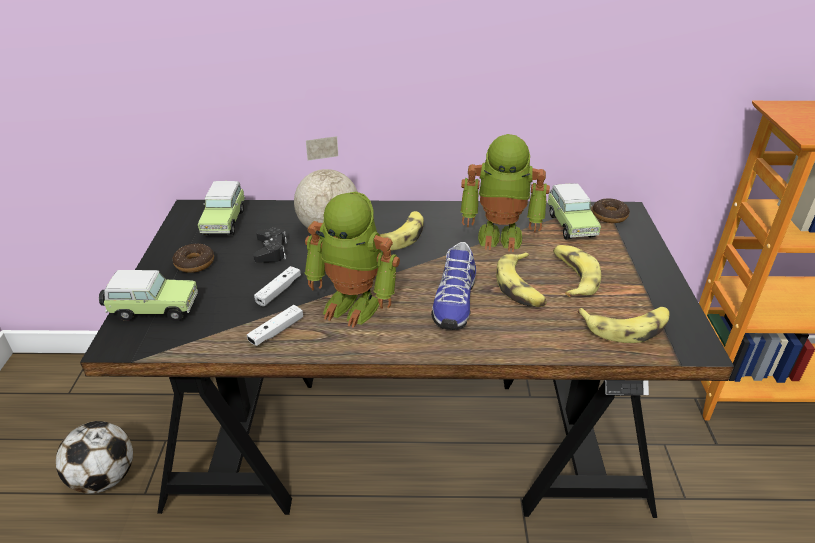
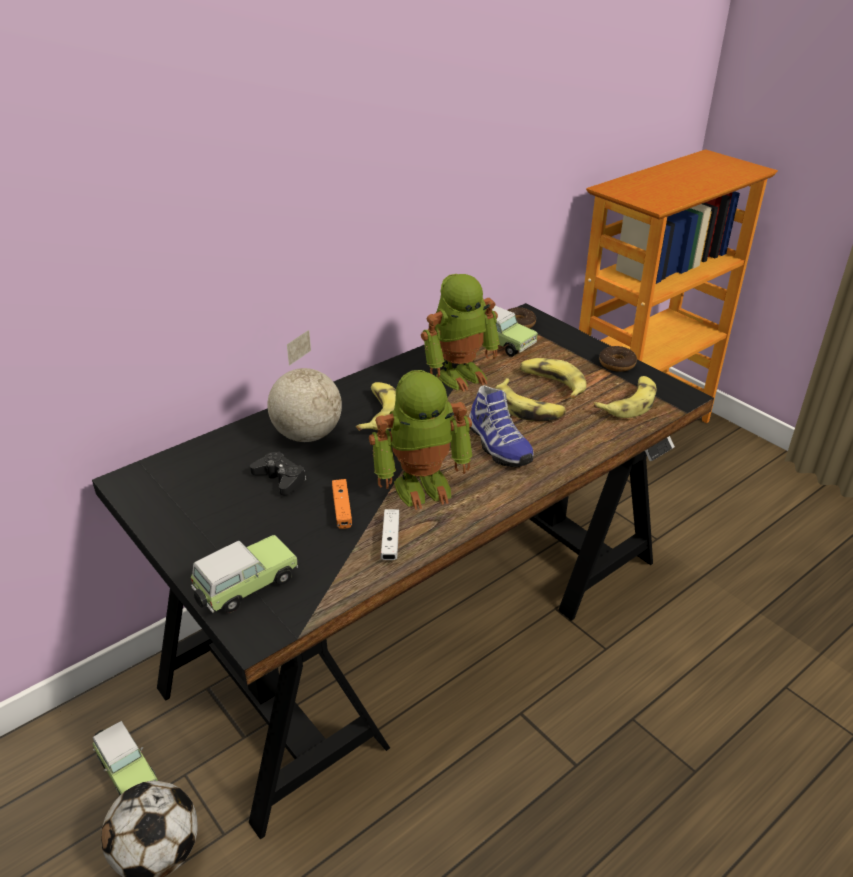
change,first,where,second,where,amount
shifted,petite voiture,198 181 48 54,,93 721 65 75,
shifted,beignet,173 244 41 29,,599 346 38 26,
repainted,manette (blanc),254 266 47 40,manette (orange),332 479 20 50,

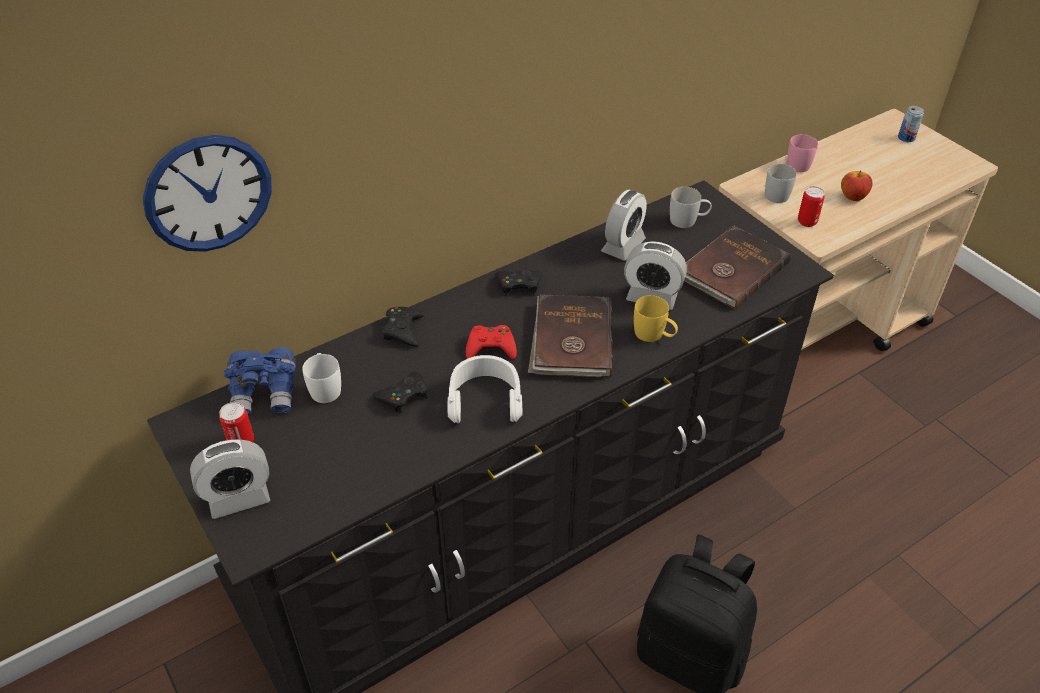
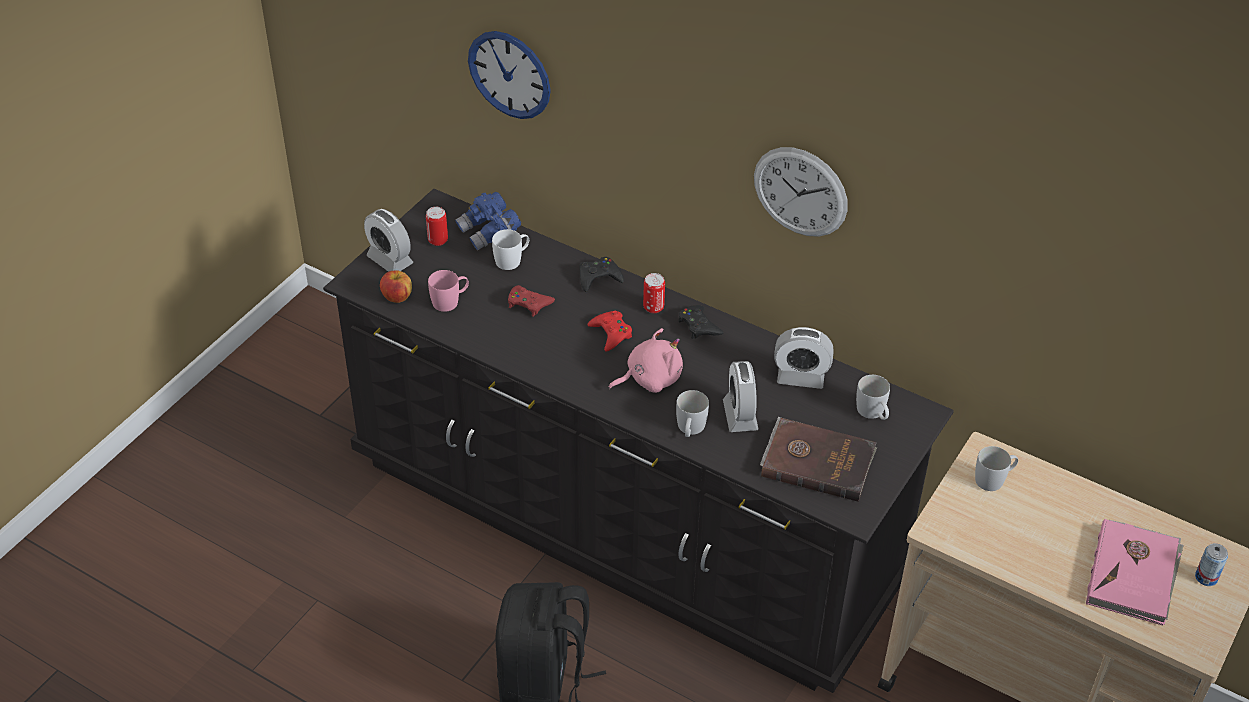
change,first,where,second,where,amount
shifted,mug (rose),787 134 31 38,,428 270 41 42,
shifted,pomme,841 170 32 31,,380 270 32 33,
shifted,boîte métallique,798 186 27 41,,643 273 22 40,
swapped,livre (marron),528 294 85 84,peluche (rose),608 328 75 65,
repainted,mug (jaune),634 295 44 47,mug (blanc),676 390 33 47,
gone,casque audio (blanc),447 355 75 68,,,
repainted,manette (noir),372 372 56 42,manette (rouge),508 285 47 32,
new,,,horloge murale,754 147 94 90,
new,,,livre (rose),1086 519 98 106,

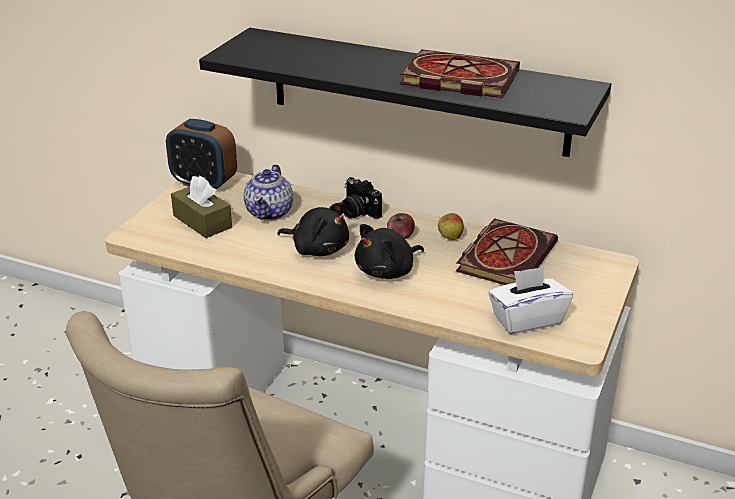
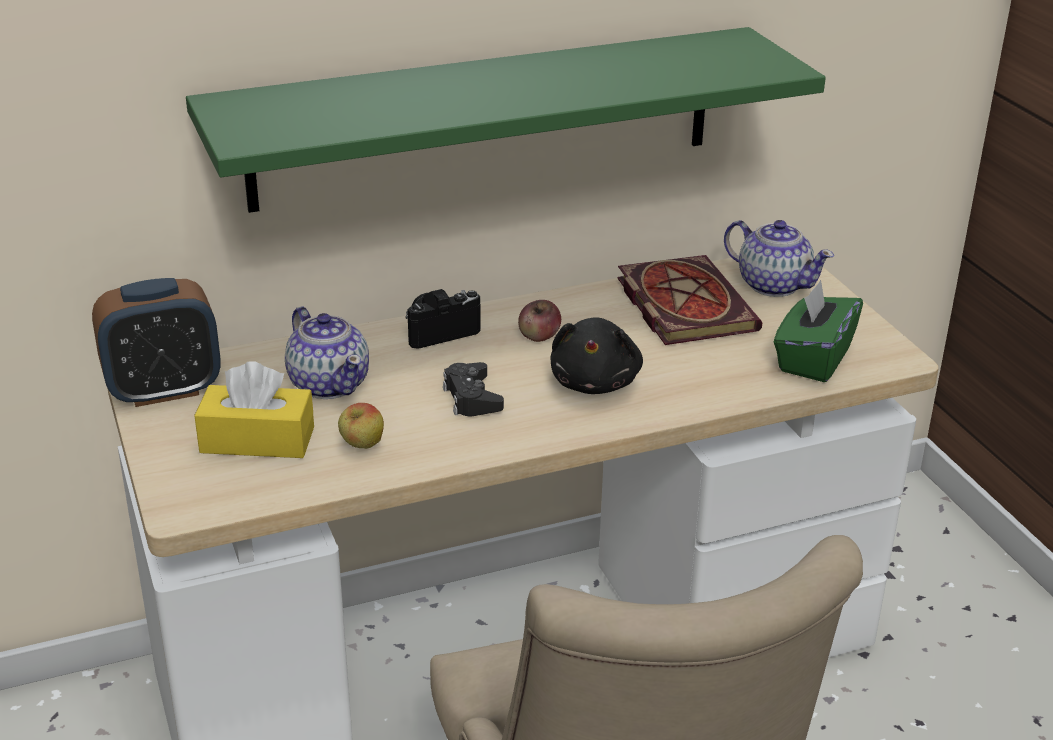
change,first,where,second,where,amount
repainted,étagère (noir),199 28 412 129,étagère (vert),186 27 640 186,
gone,livre,400 49 120 49,,,
repainted,boîte à mouchoirs (marron),171 176 61 62,boîte à mouchoirs (jaune),194 361 120 97,
rotated,appareil photo,342 177 40 42,,406 289 75 60,150 degrees clockwise
swapped,peluche (noir),277 202 72 54,manette (noir),443 362 61 54,
shifted,pomme,438 213 26 27,,338 403 46 46,
repainted,boîte à mouchoirs (blanc),488 266 85 68,boîte à mouchoirs (vert),774 280 89 102,
new,,,théière,724 220 110 77,

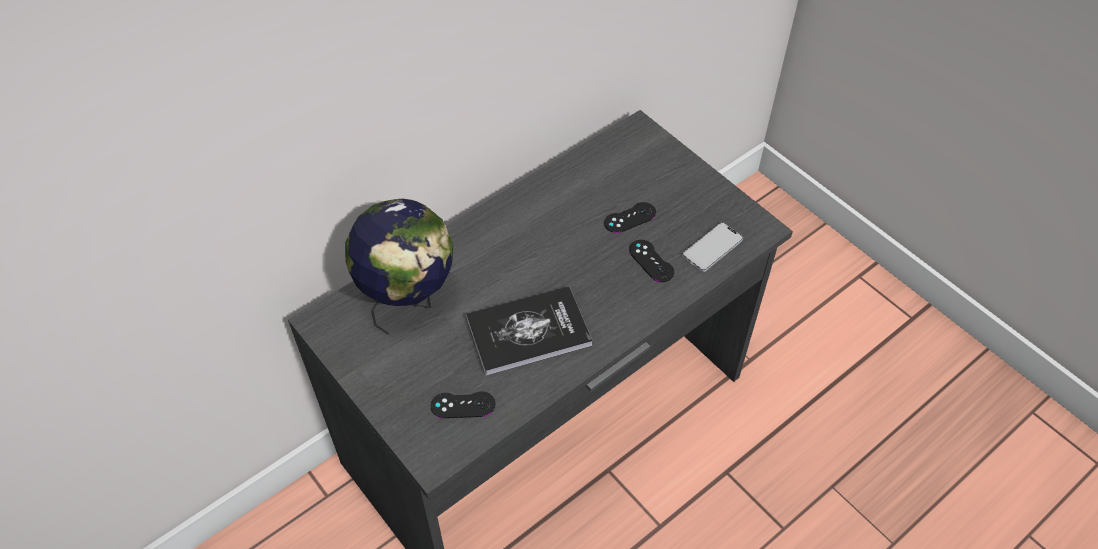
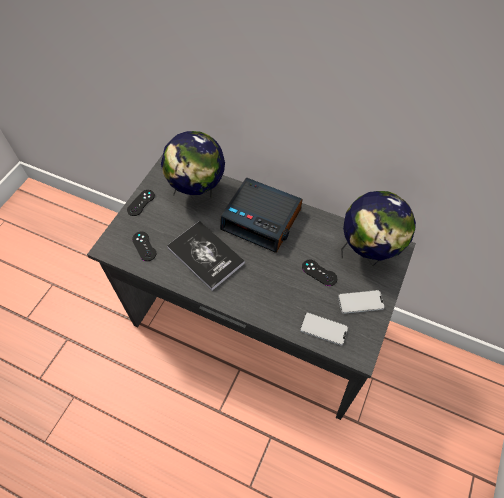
change,first,where,second,where,amount
shifted,manette (noir),629 240 45 42,,127 190 28 26,
new,,,réveil,220 177 83 76,
new,,,globe,341 191 75 75,
new,,,téléphone,338 290 47 24,

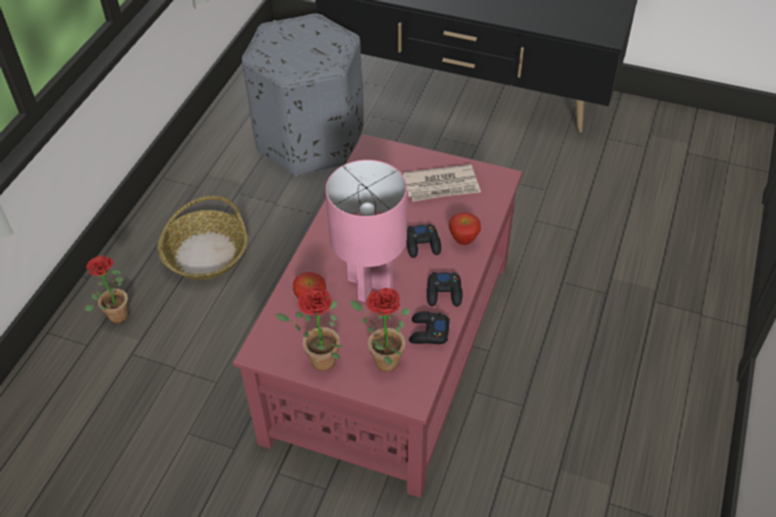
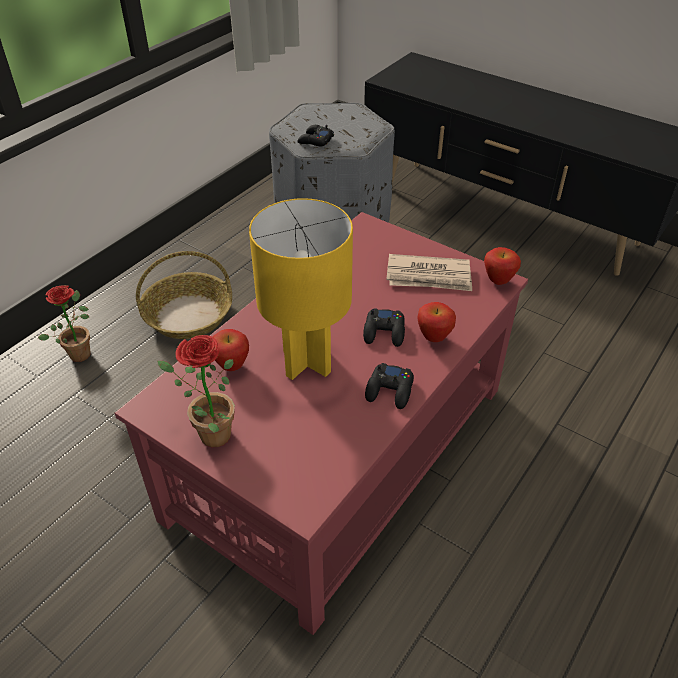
change,first,where,second,where,amount
repainted,lampe de table (rose),325 160 82 142,lampe de table (jaune),249 198 104 182,
gone,plante en pot,350 288 60 84,,,
shifted,manette (noir),409 311 41 33,,297 125 37 21,
new,,,pomme,484 247 37 38,

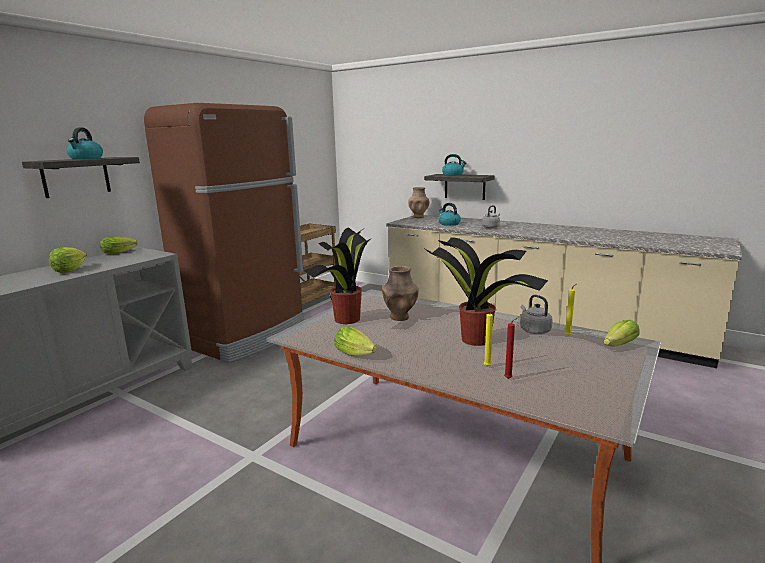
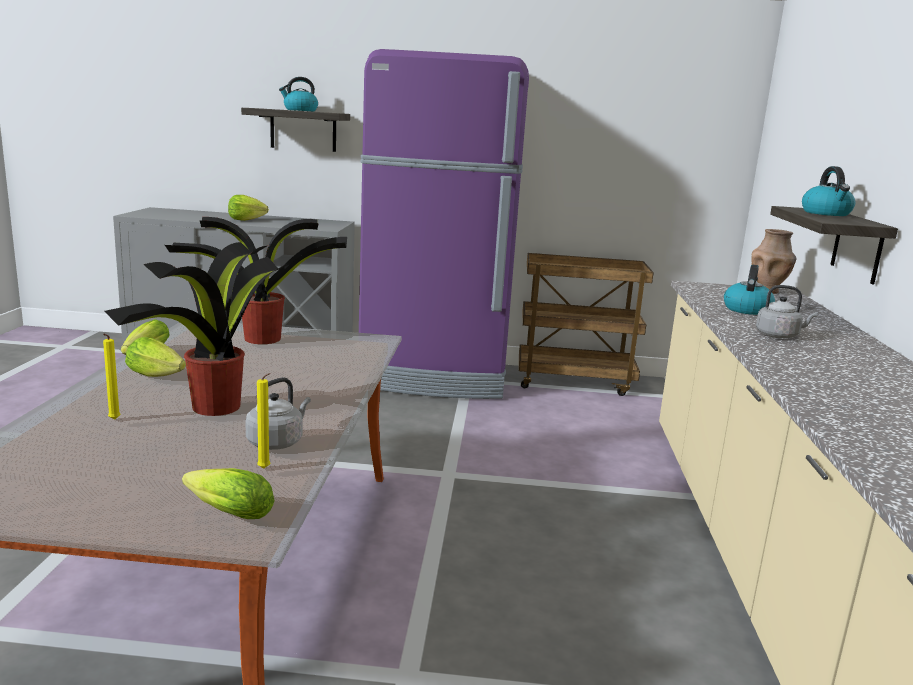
change,first,where,second,where,amount
repainted,réfrigérateur (marron),144 103 160 260,réfrigérateur (violet),359 49 170 350,
shifted,laitue,100 236 37 18,,125 337 61 40,
gone,vase (marron),382 266 37 55,,,
gone,bougie (rouge),504 317 14 62,,,

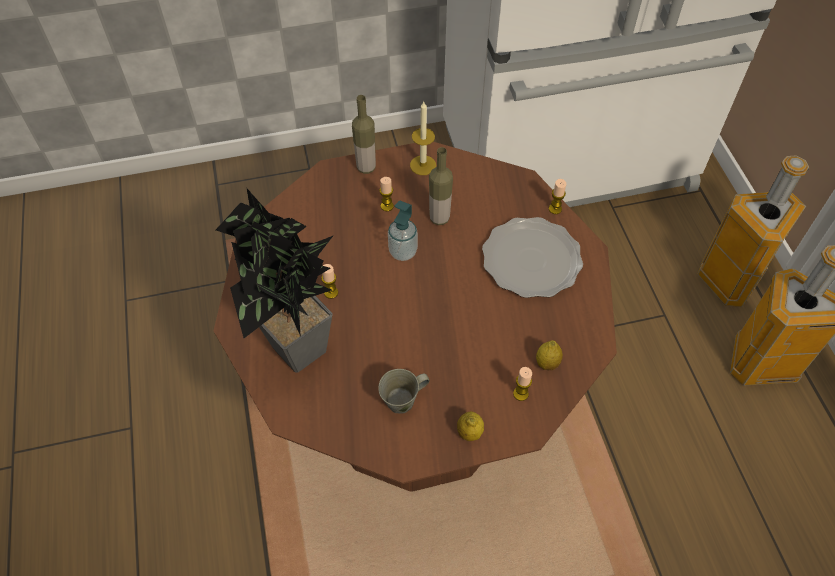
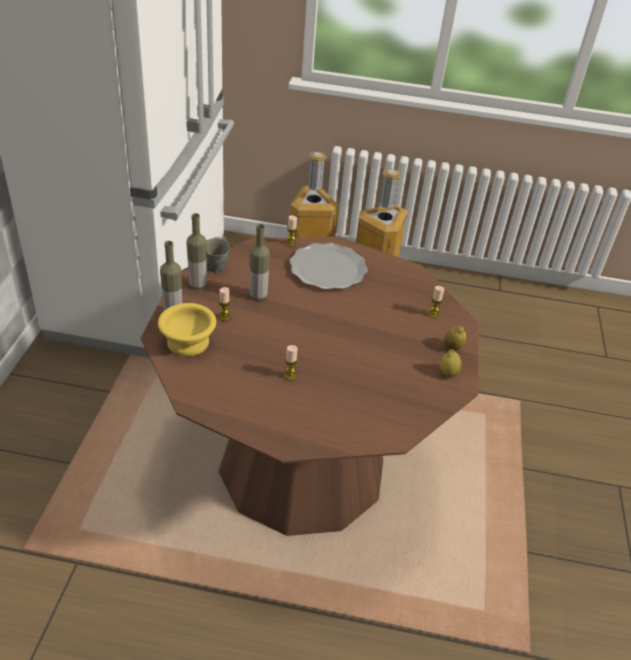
change,first,where,second,where,amount
swapped,bougie,410 102 26 73,bouteille,186 213 21 76,
gone,plante en pot,216 189 118 183,,,
gone,distributeur de savon,388 200 30 61,,,
shifted,citron,536 340 27 30,,439 349 23 28,
shifted,mug (gris),378 369 52 44,,207 237 23 36,
new,,,bol (jaune),158 303 58 53,

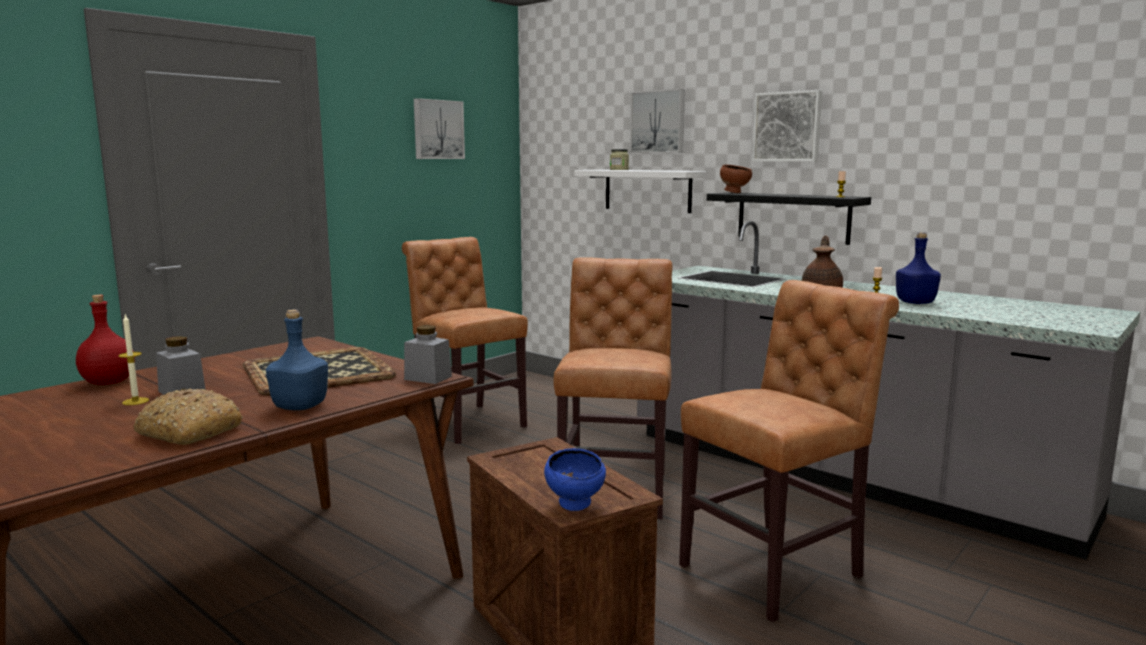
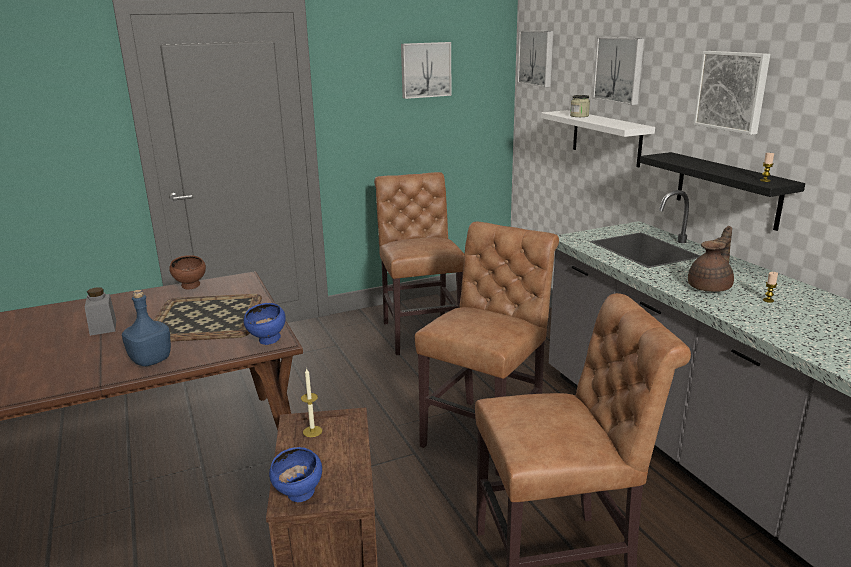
change,first,where,second,where,amount
shifted,bol (marron),720 165 32 28,,169 255 37 35,
gone,bouteille (bleu),896 232 45 72,,,
gone,bouteille (rouge),76 295 59 90,,,
shifted,bougie,118 315 31 90,,301 368 21 69,
swapped,bocal (gris),404 325 48 59,bol (bleu),243 303 43 42,
gone,pain,133 388 110 57,,,
new,,,tableau,517 30 36 57,

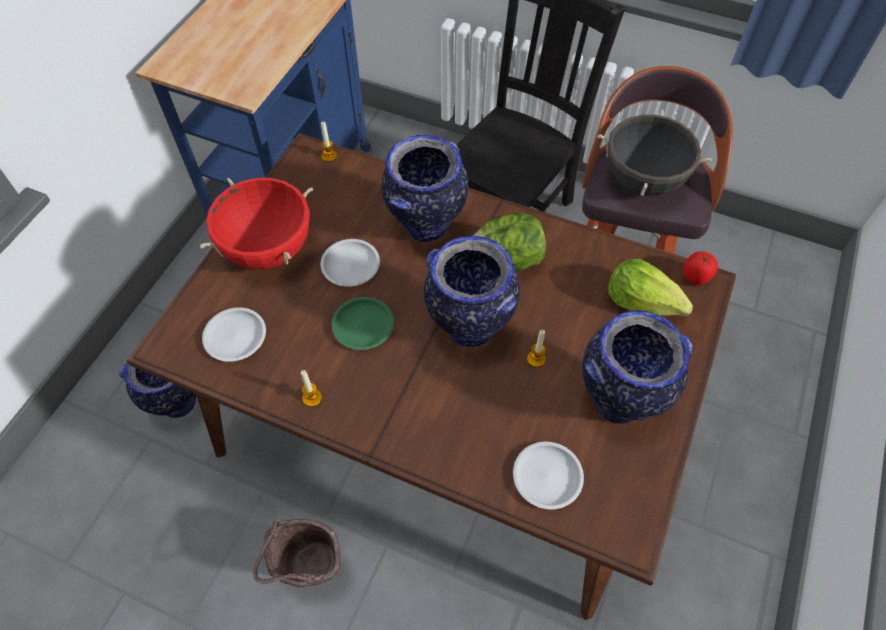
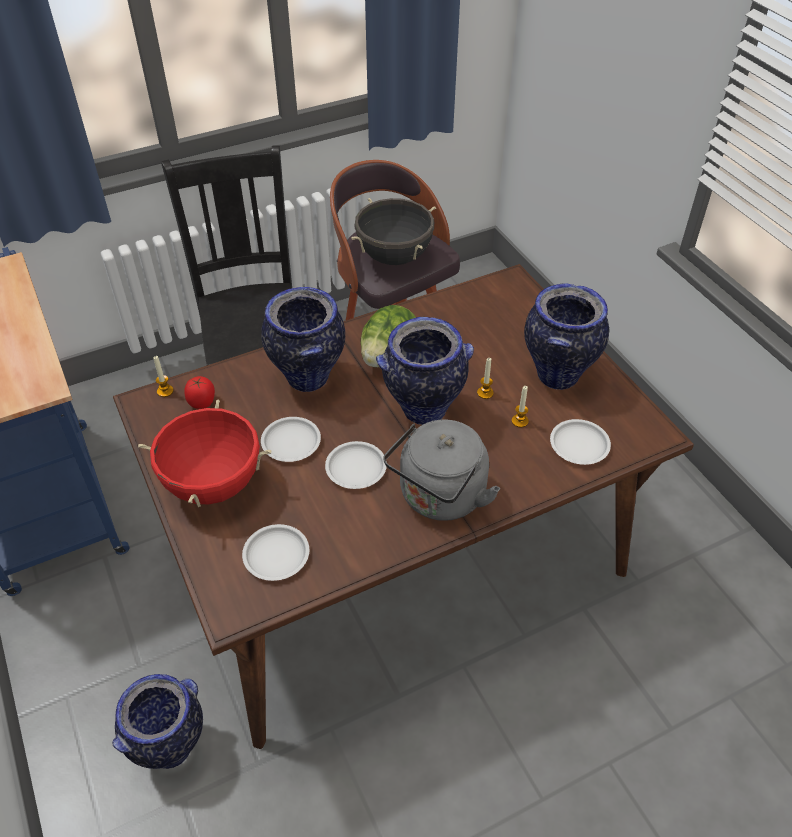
change,first,where,second,where,amount
shifted,tomate,683 251 35 34,,184 376 31 33,
gone,laitue,608 259 85 57,,,
repainted,assiette (vert),331 297 63 53,assiette (blanc),325 441 62 48,
shifted,bougie,301 370 21 37,,512 386 17 42,
gone,seau (marron),253 519 87 68,,,
new,,,bouilloire (gris),383 419 117 102,

